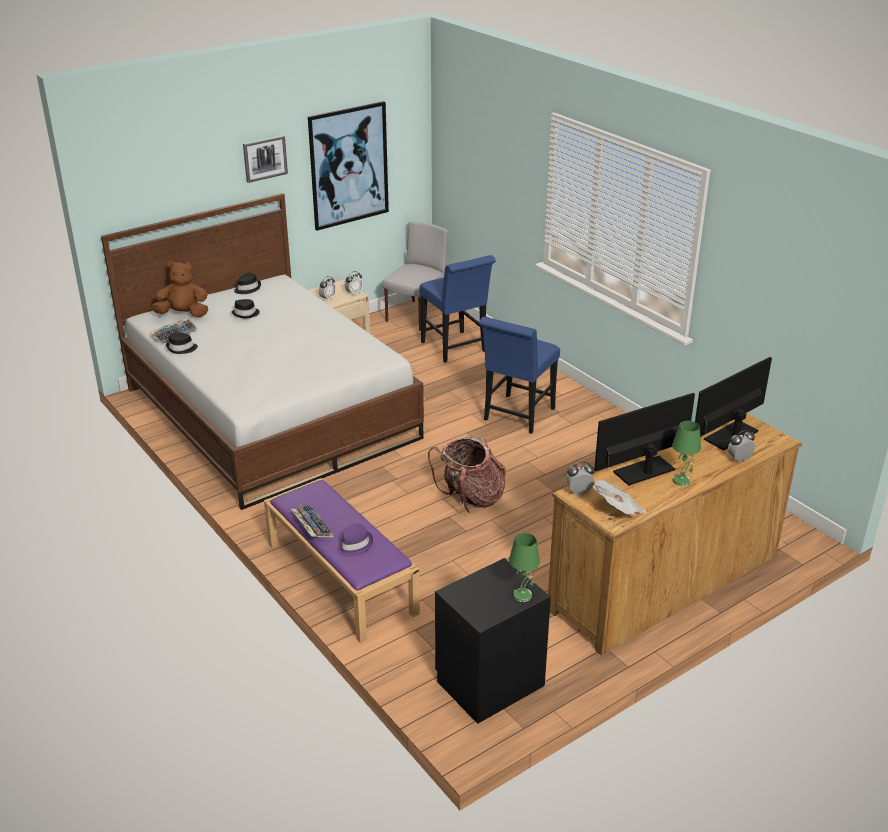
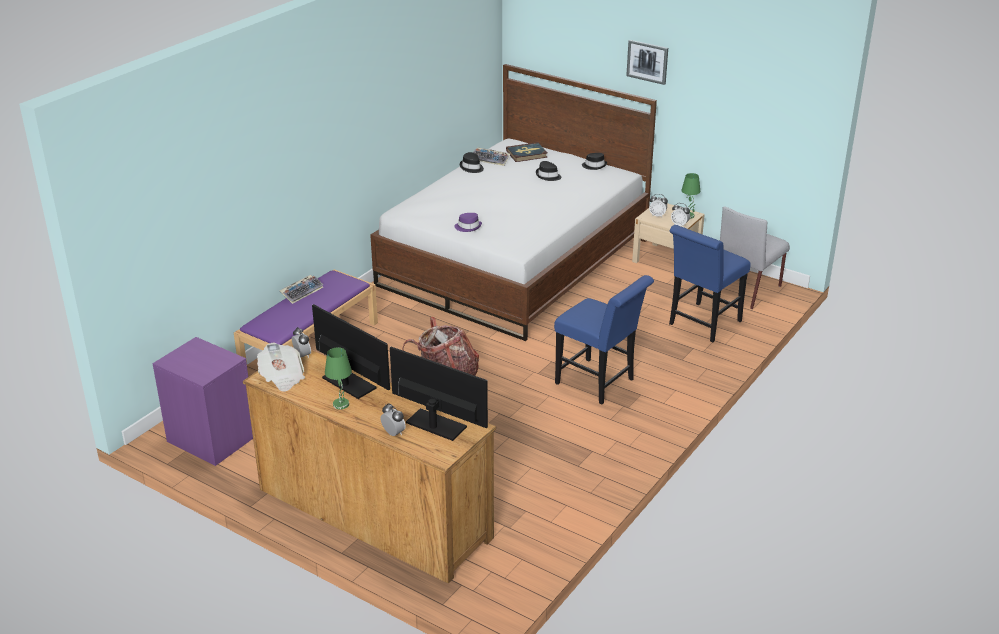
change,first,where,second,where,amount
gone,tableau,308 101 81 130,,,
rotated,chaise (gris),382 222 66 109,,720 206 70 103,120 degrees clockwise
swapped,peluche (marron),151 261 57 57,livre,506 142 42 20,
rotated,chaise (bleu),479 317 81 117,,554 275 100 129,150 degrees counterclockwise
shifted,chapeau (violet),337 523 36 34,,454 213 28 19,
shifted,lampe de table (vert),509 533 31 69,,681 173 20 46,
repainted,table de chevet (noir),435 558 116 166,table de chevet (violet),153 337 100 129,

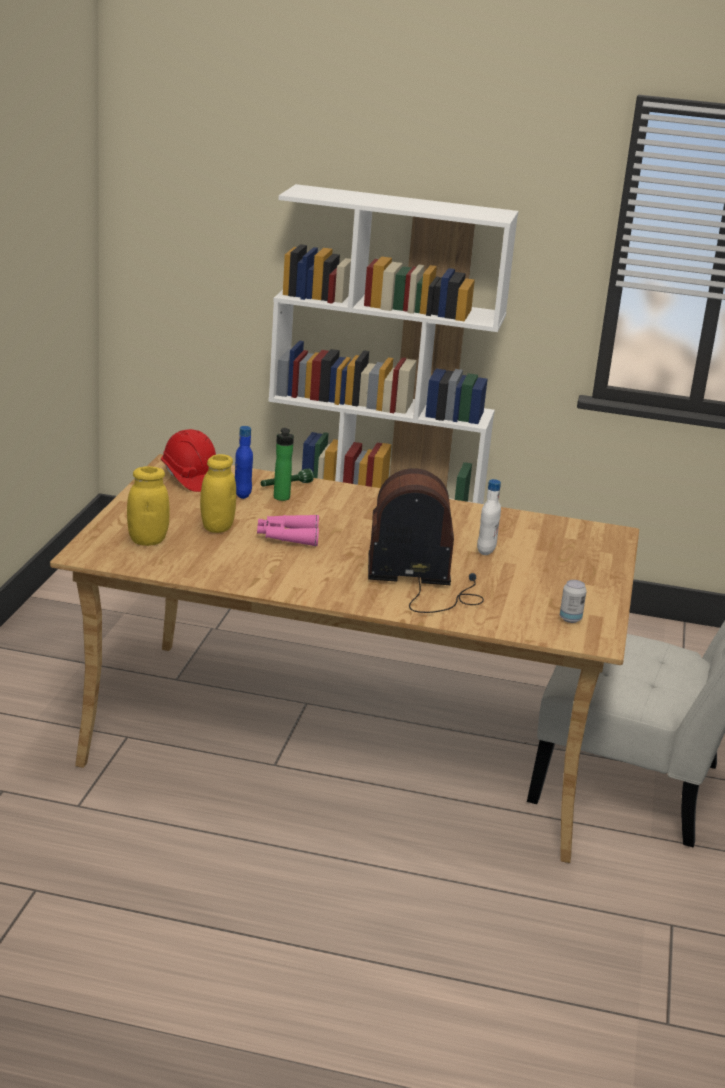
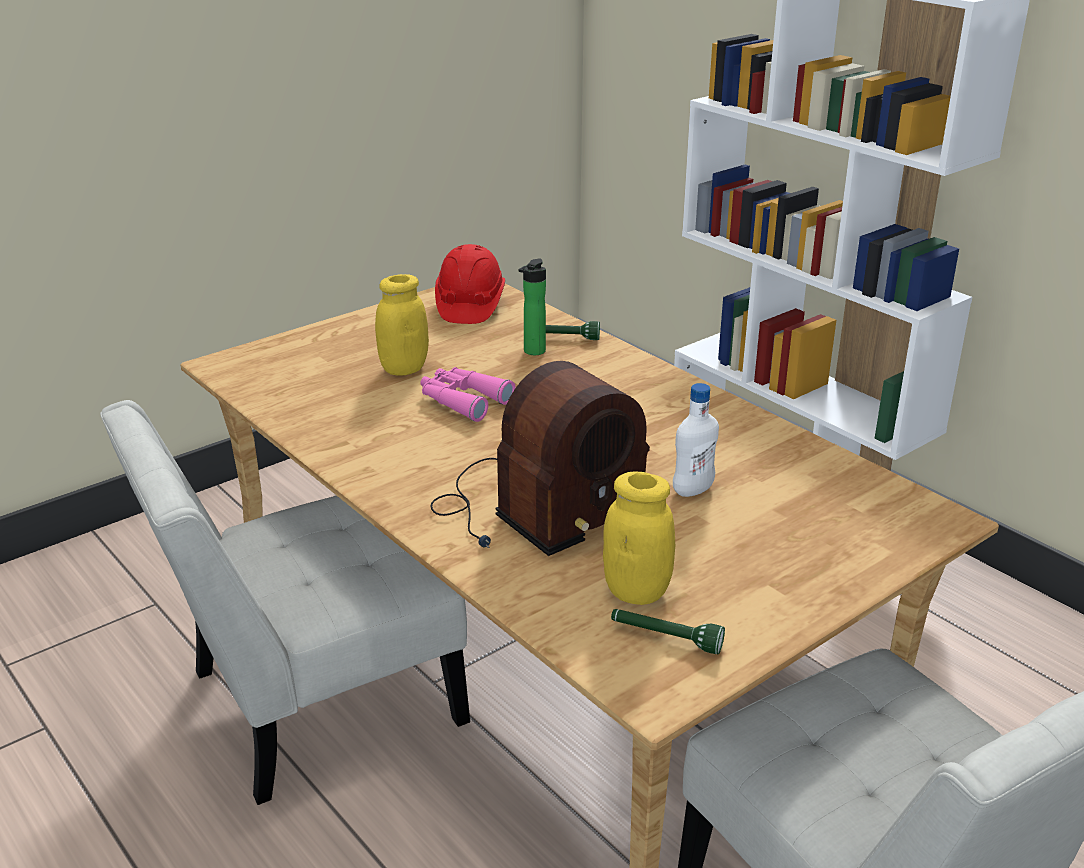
change,first,where,second,where,amount
gone,bouteille (bleu),235 426 18 73,,,
shifted,bocal (jaune),127 466 43 80,,603 471 72 134,
rotated,radio,368 468 116 145,,430 361 220 195,105 degrees clockwise
swapped,boîte métallique,560 580 27 43,lampe de poche (vert),611 609 114 45,
new,,,chaise (blanc),100 400 370 405,

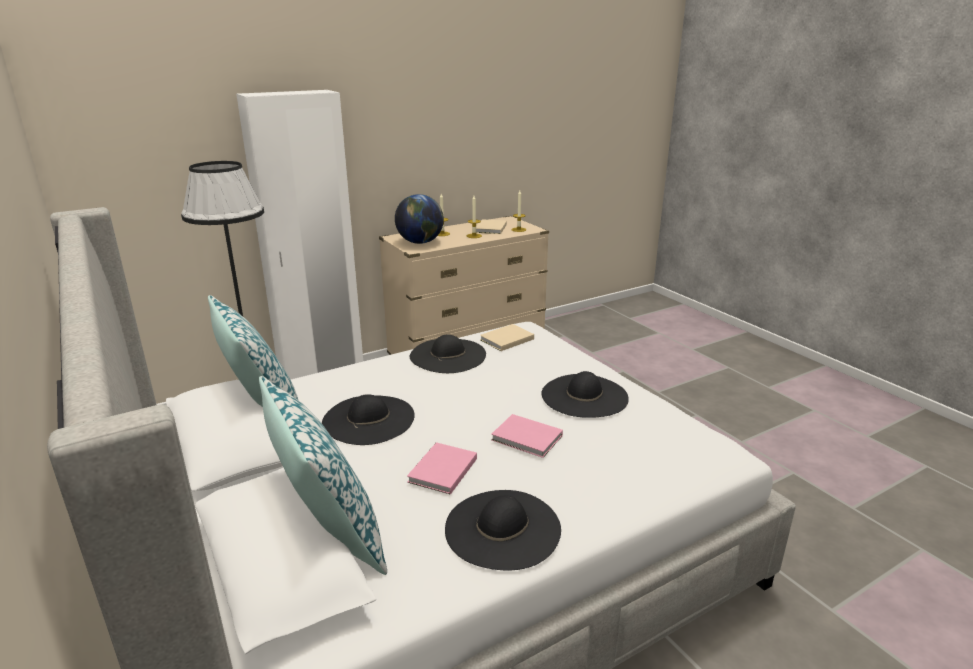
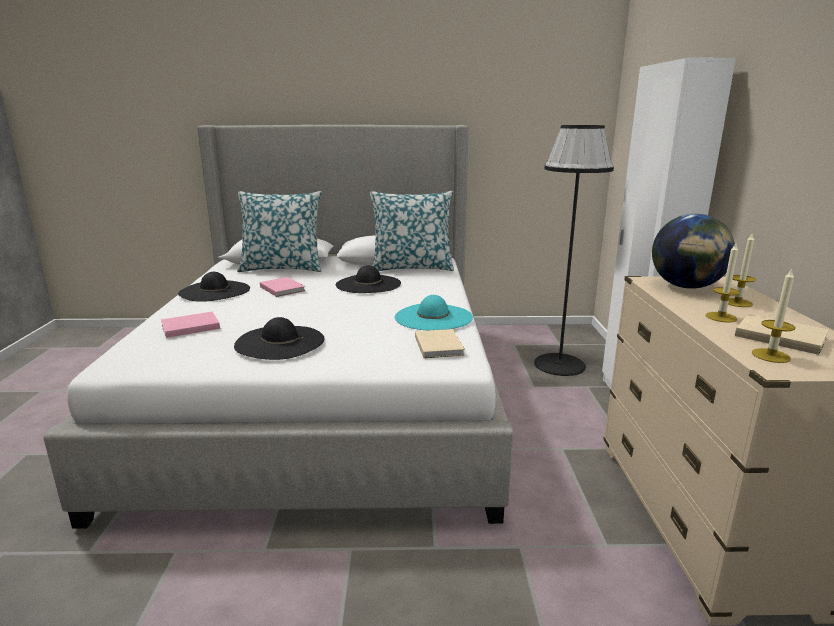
change,first,where,second,where,amount
repainted,chapeau (noir),410 334 76 39,chapeau (turquoise),395 295 78 35,
shifted,livre (rose),491 414 72 44,,161 311 59 27,

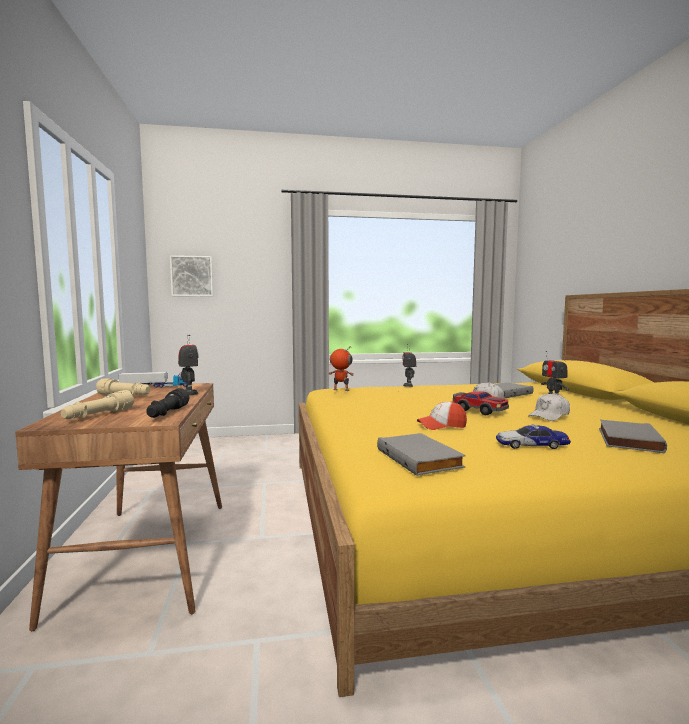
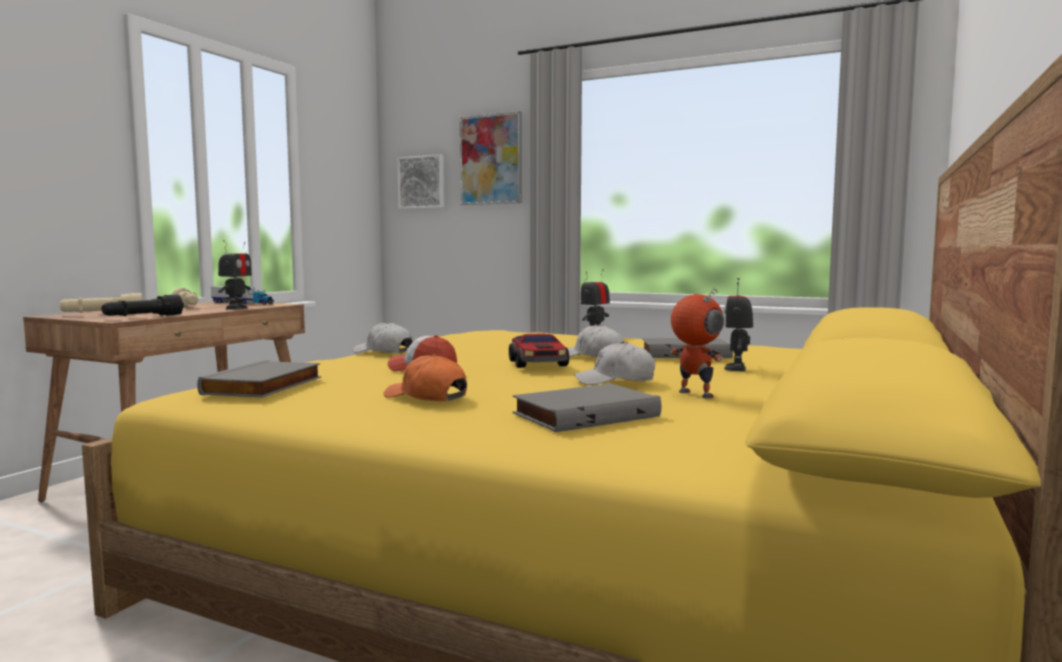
change,first,where,second,where,amount
shifted,robot jouet,328 346 26 45,,670 287 54 111,
swapped,petite voiture,496 424 75 25,casquette (orange),384 354 83 47,
new,,,tableau,460 111 62 94,
new,,,casquette (blanc),353 322 60 31,

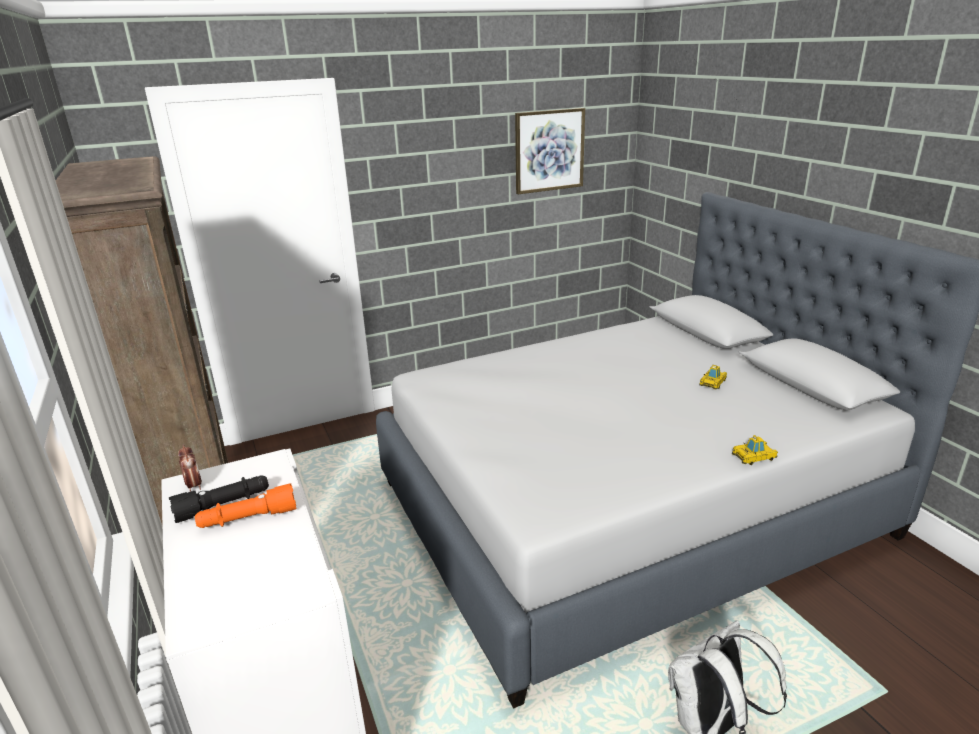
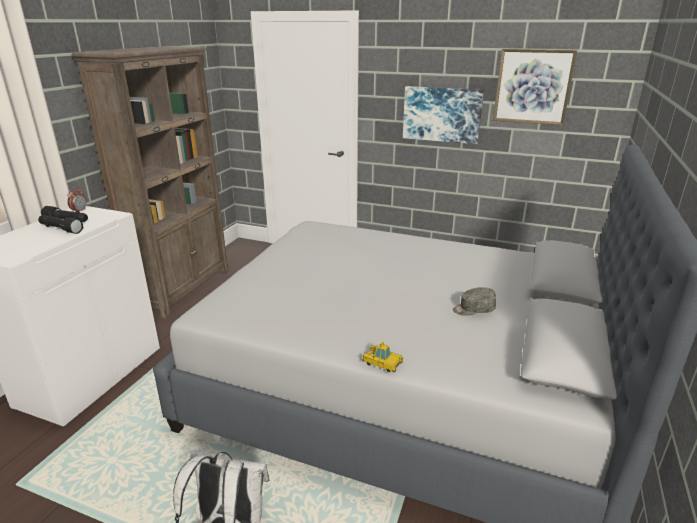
change,first,where,second,where,amount
swapped,petite voiture,699 365 28 24,casquette (gris),453 287 43 29,
repainted,lampe de poche (orange),195 483 102 45,lampe de poche (noir),38 215 45 19,
new,,,tableau,403 86 81 58,

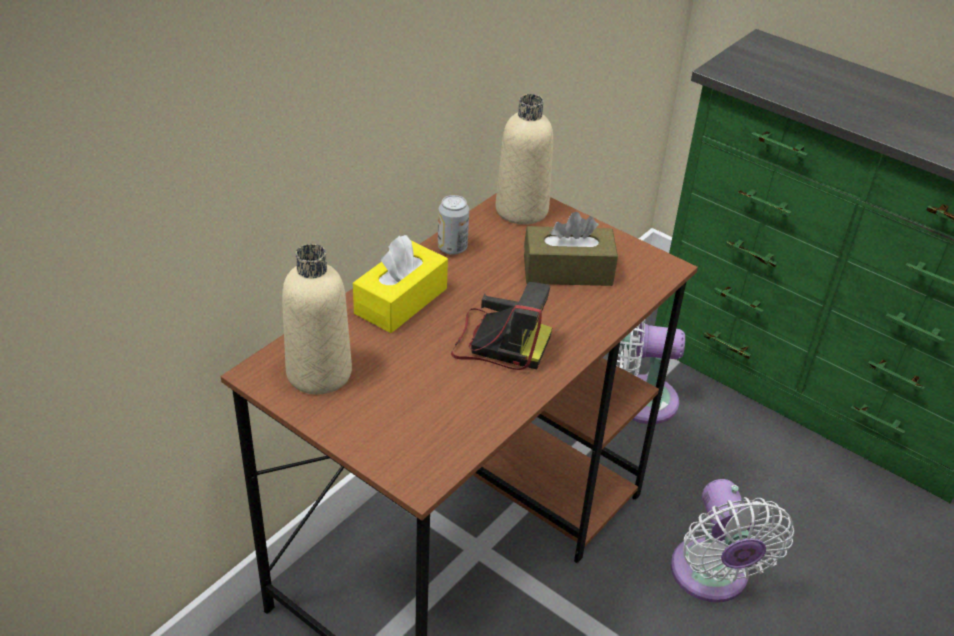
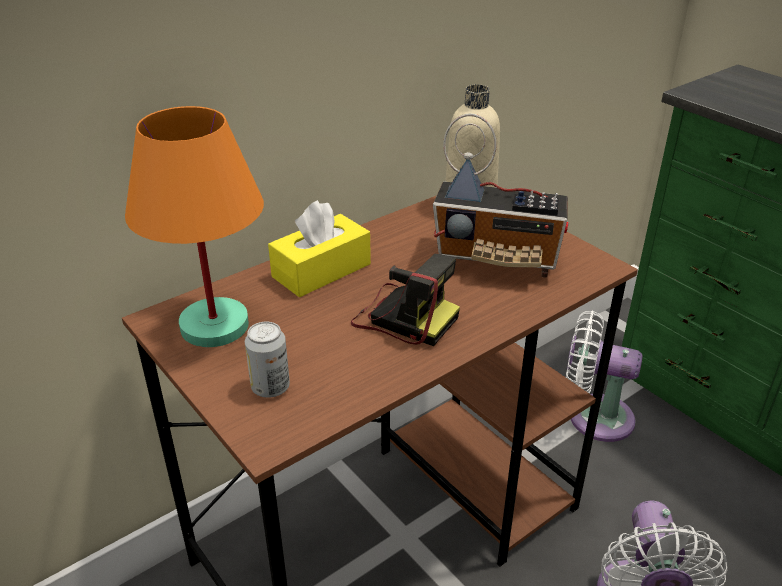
change,first,where,second,where,amount
shifted,boîte métallique,438 195 31 60,,245 322 45 76,
swapped,boîte à mouchoirs (marron),524 212 94 74,radio,433 114 136 164,
swapped,bouteille (beige),282 244 70 150,lampe de table (orange),125 106 139 241,

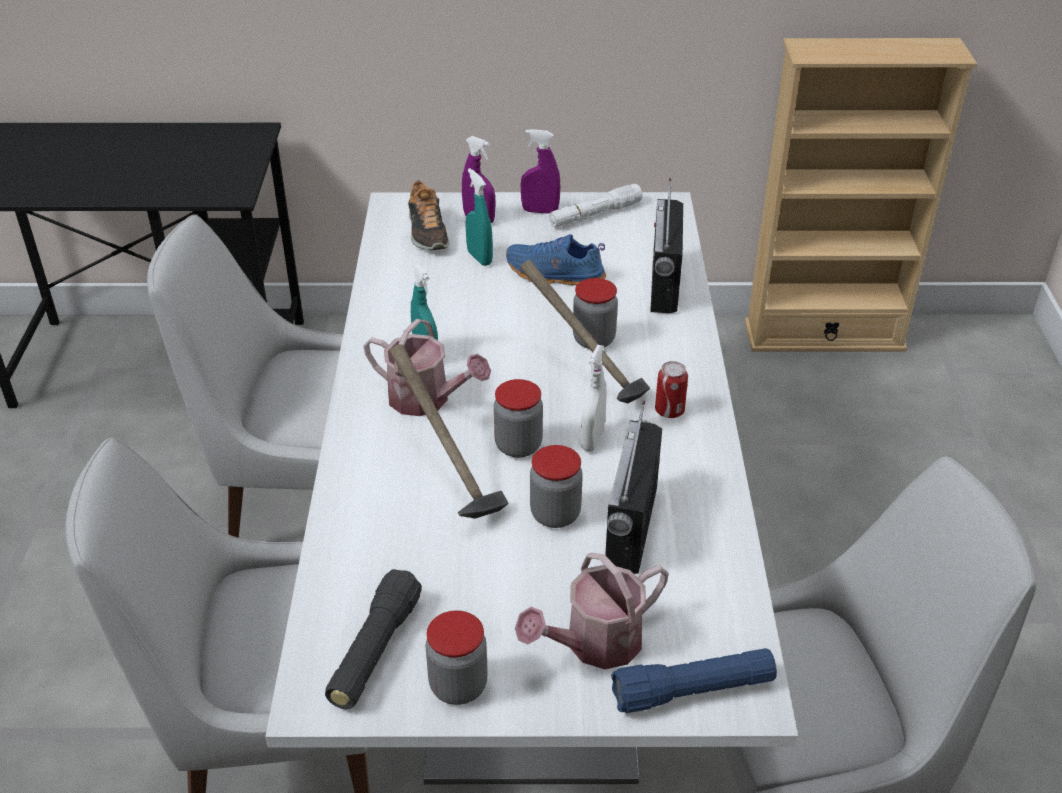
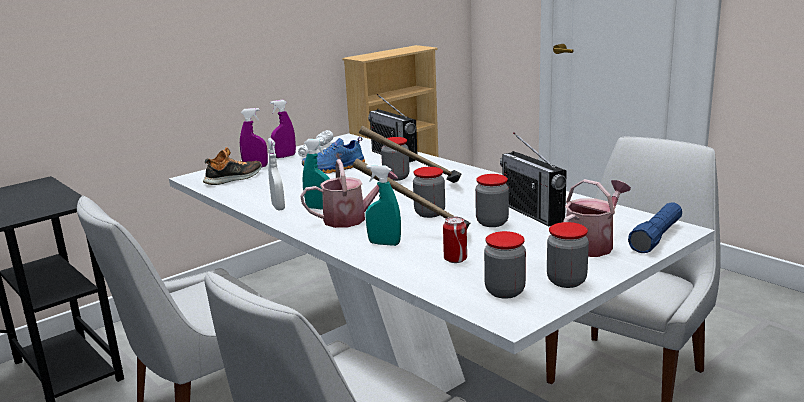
change,first,where,second,where,amount
shifted,vaporisateur (turquoise),465 168 28 98,,365 165 36 81,
rotated,chaussure,408 180 42 70,,203 147 59 38,75 degrees counterclockwise
shifted,vaporisateur (blanc),581 345 26 106,,267 138 18 73,
shifted,boîte métallique,655 361 33 57,,443 217 24 46,
rotated,arrosoir,515 553 154 116,,563 179 68 78,150 degrees counterclockwise
swapped,lampe de poche (noir),325 569 97 140,bocal,484 231 42 68,

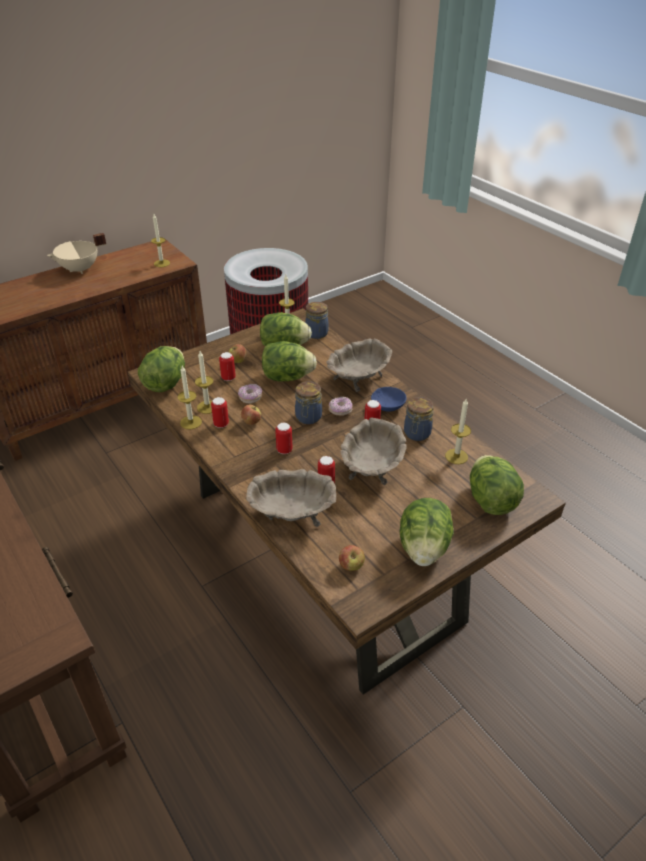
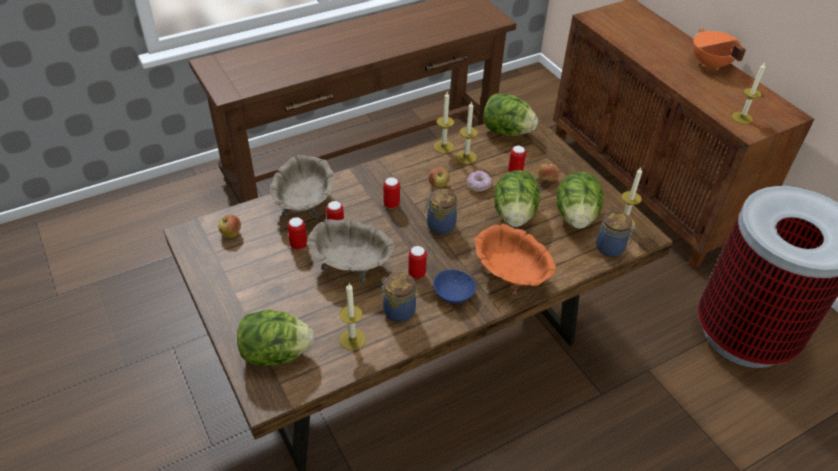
change,first,where,second,where,amount
repainted,marmite (beige),47 233 60 41,marmite (orange),693 28 53 42,
repainted,bol (beige),326 338 66 54,bol (orange),474 224 82 72,
gone,beignet,329 396 24 20,,,
shifted,boîte métallique,211 397 18 31,,287 217 20 33,
gone,laitue,400 498 54 68,,,

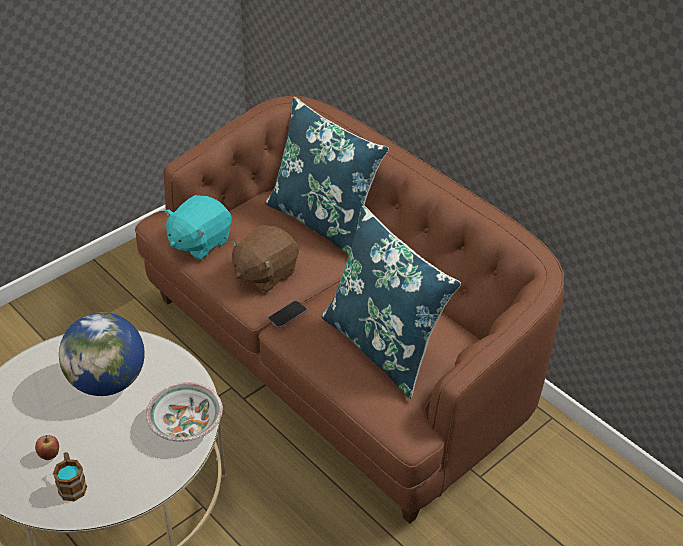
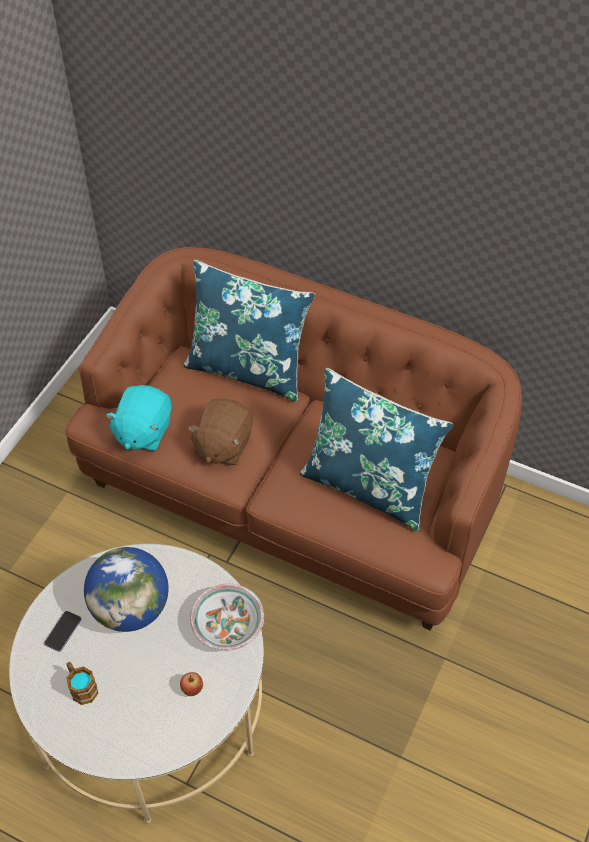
change,first,where,second,where,amount
shifted,téléphone,268 301 39 27,,44 611 37 40,
shifted,pomme,35 435 24 25,,180 672 23 24,
shifted,mug,53 452 34 49,,66 662 32 43,

